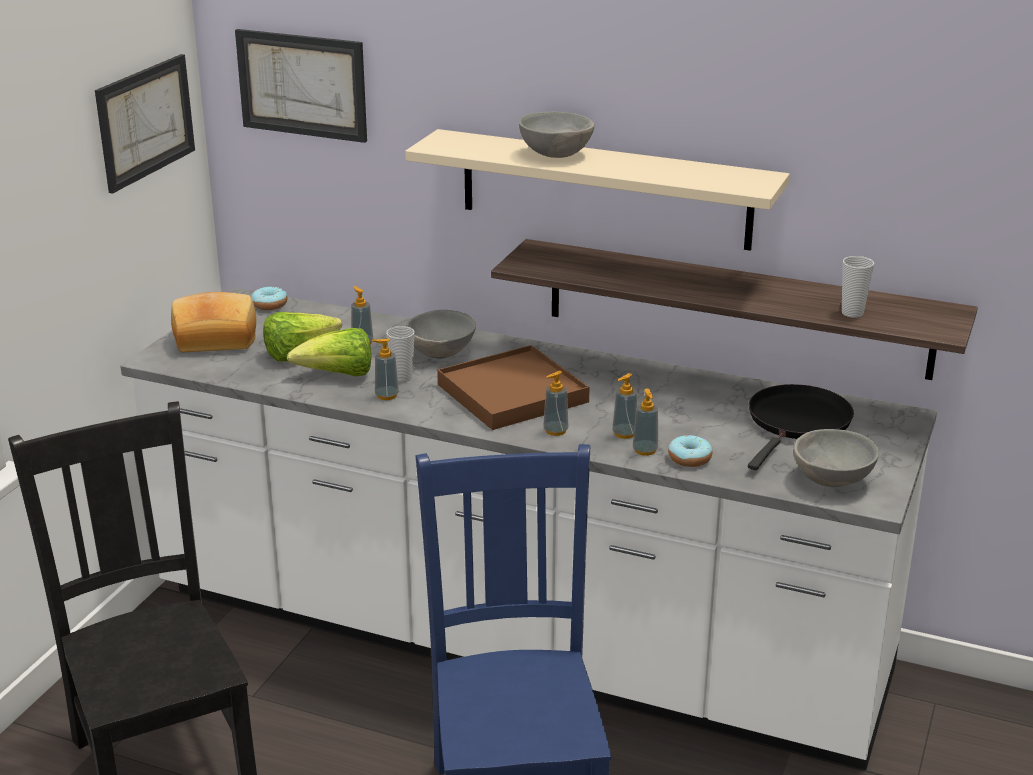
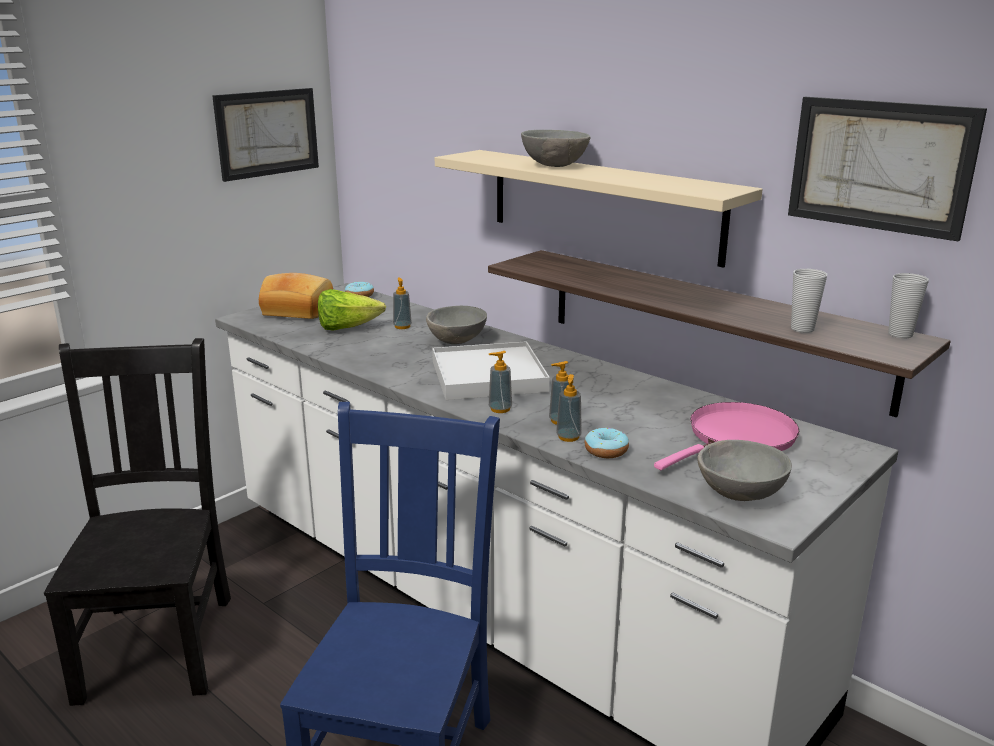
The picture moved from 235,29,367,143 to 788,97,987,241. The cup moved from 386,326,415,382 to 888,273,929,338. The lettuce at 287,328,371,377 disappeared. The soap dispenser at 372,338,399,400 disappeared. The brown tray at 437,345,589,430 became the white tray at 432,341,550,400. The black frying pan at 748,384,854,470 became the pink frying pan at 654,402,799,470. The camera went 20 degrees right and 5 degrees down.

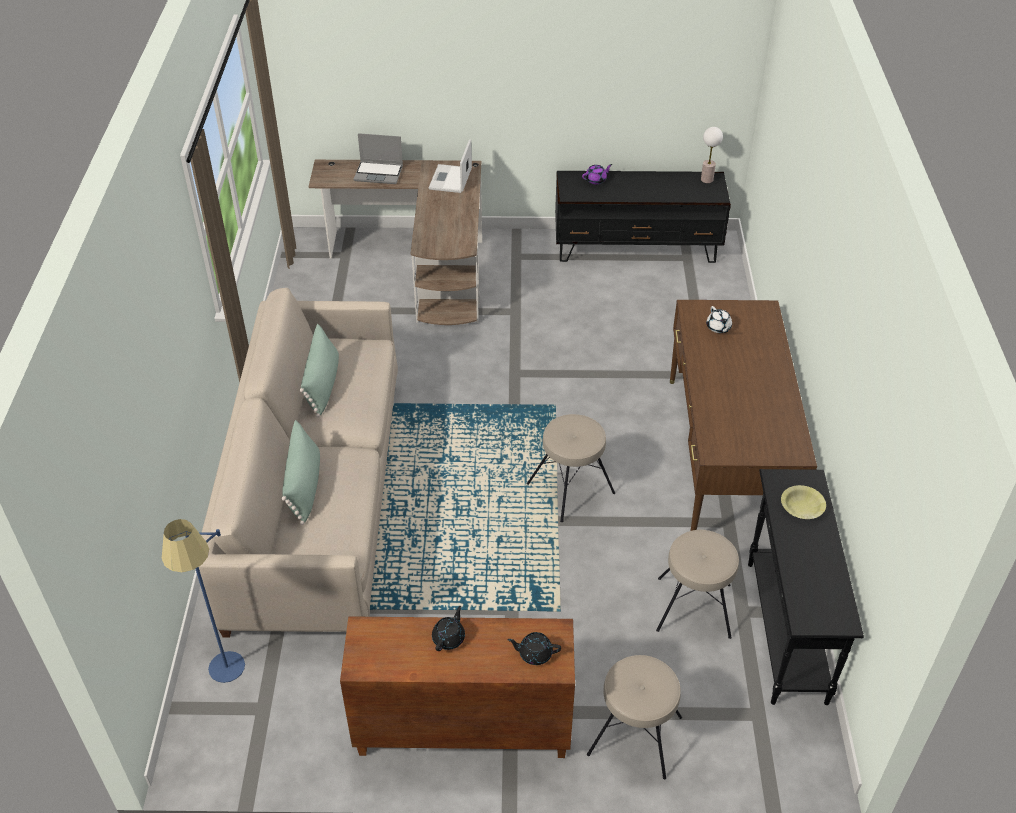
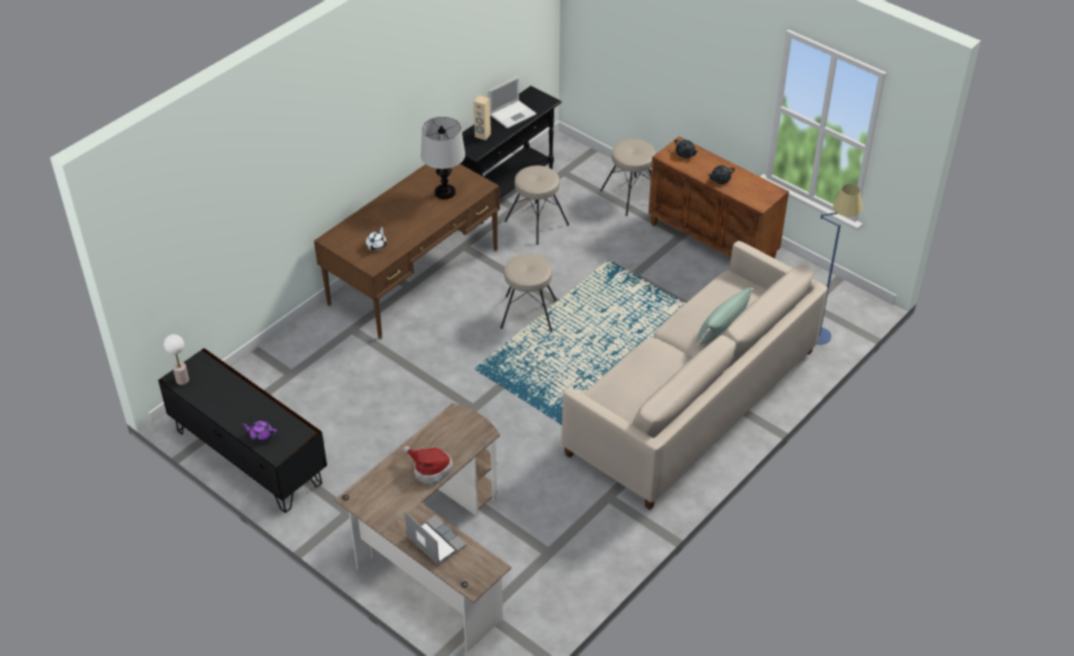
The laptop moved from 429,139,472,193 to 489,77,537,129. The green pillow at 300,324,339,417 disappeared. The yellow bowl at 781,485,826,519 was replaced by the beige speaker at 474,95,491,140. The table lamp at 421,117,465,199 appeared. The hat at 402,446,453,486 appeared. The camera went 140 degrees left and 0 degrees up.

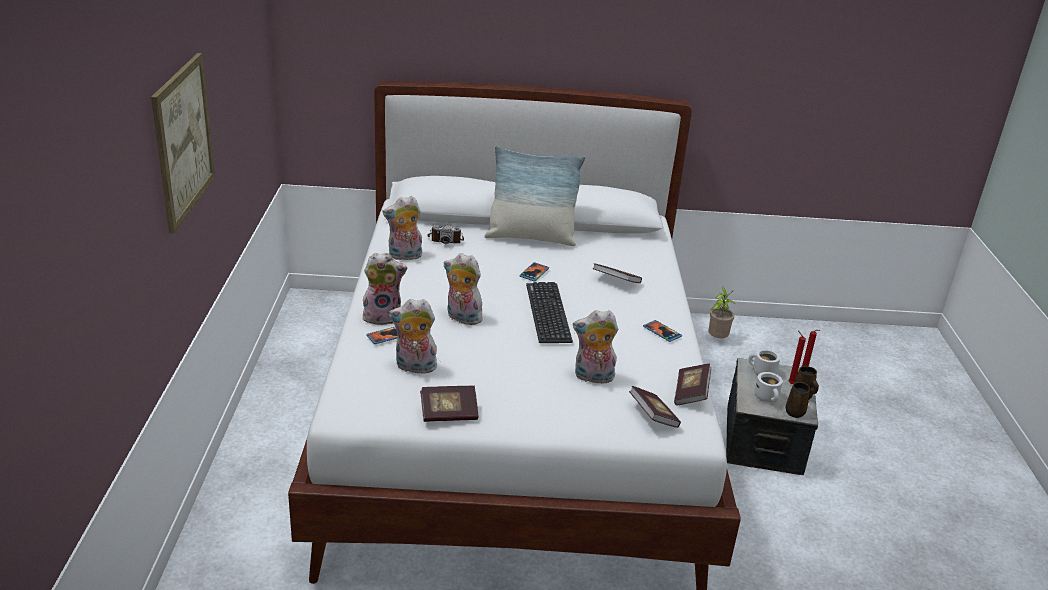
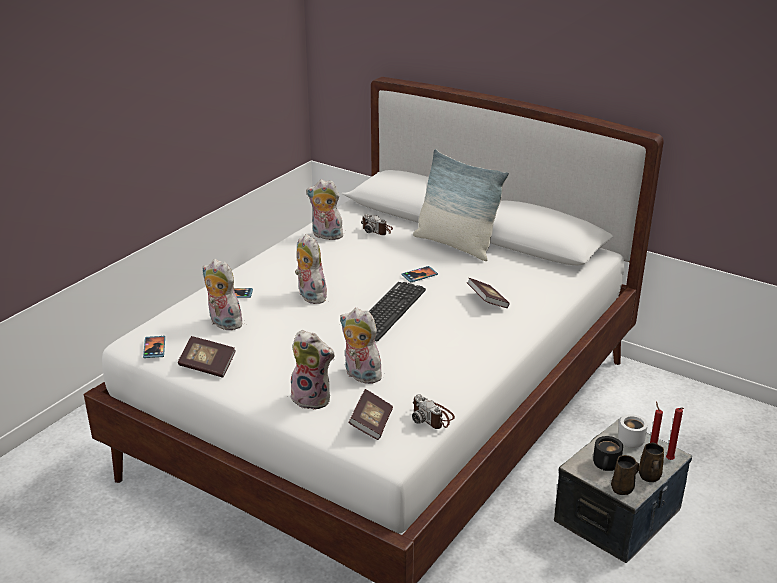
The picture at 151,53,215,234 disappeared. The plush toy moved from 363,253,407,325 to 291,330,334,410. The potted plant at 708,286,736,338 disappeared. The phone moved from 643,320,682,342 to 143,336,165,358. The book at 674,363,711,405 was replaced by the photo camera at 412,394,455,429. The white mug at 755,372,783,402 became the black mug at 593,436,623,471. The camera went 35 degrees right and 0 degrees up.

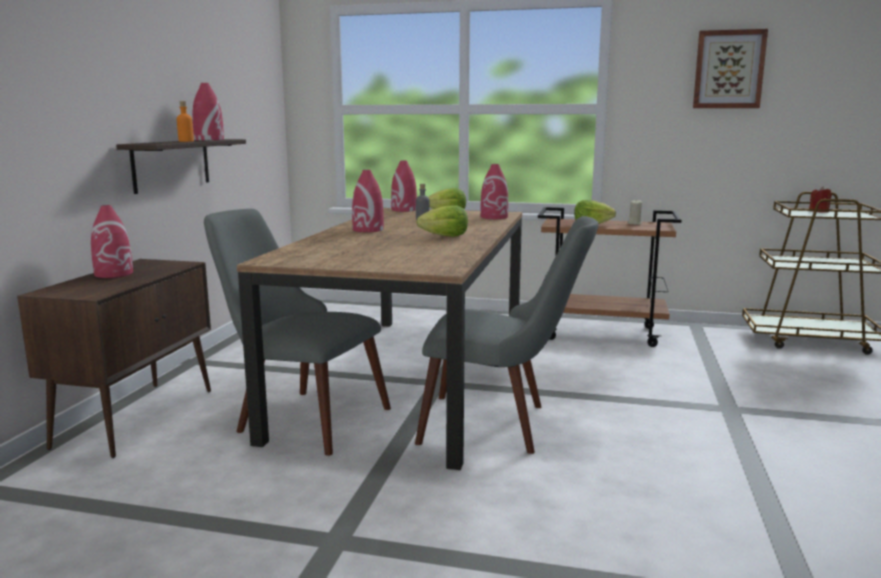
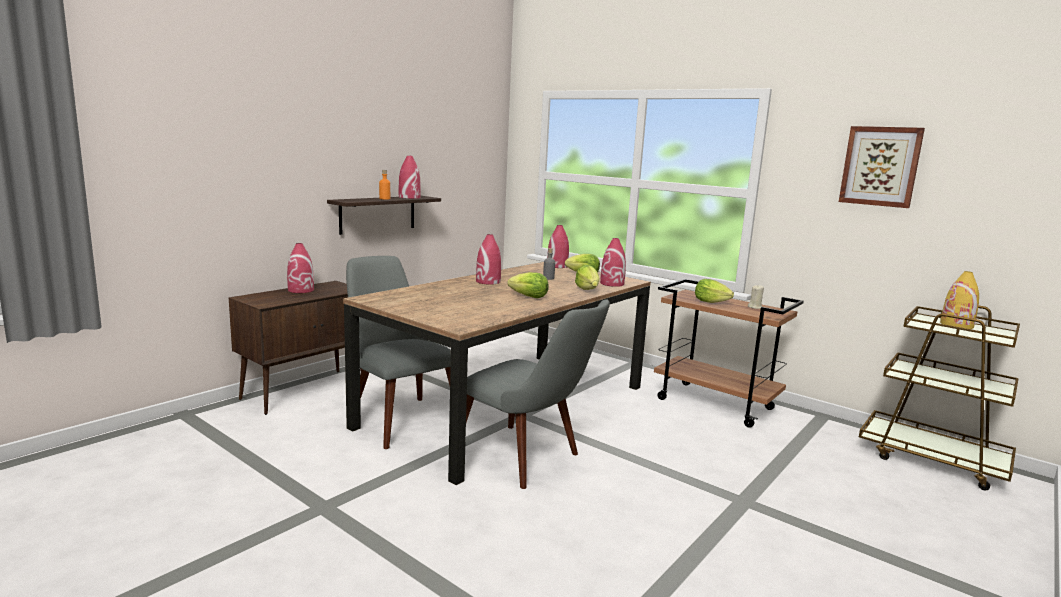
The red candle at 809,186,832,213 was replaced by the yellow vase at 940,271,979,329. The lettuce at 575,265,600,290 appeared. The camera went 25 degrees right and 0 degrees up.

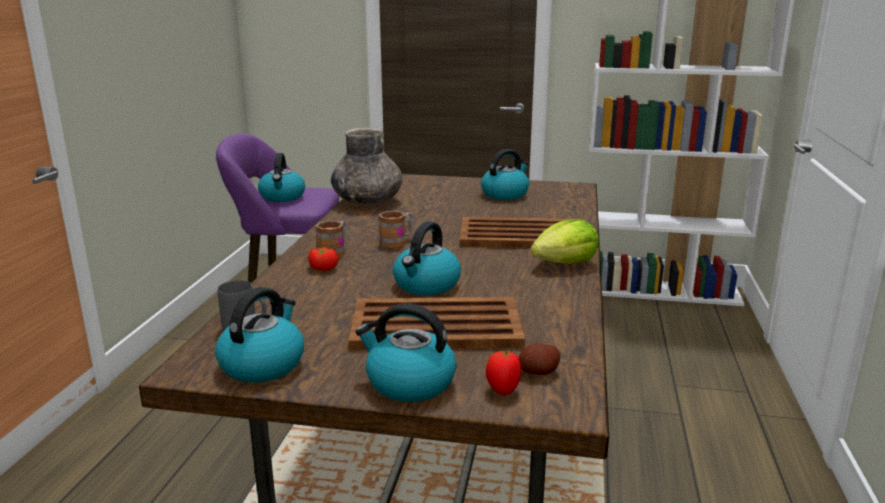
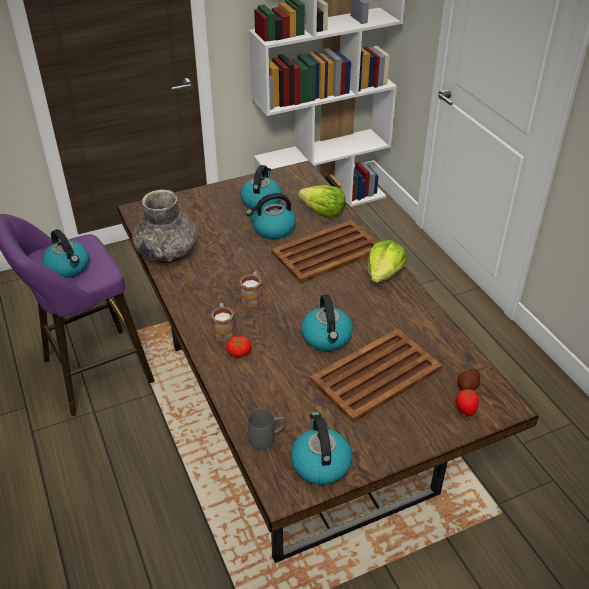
The kettle moved from 355,303,456,402 to 246,193,296,239. The lettuce at 298,185,346,218 appeared. The camera went 35 degrees left and 20 degrees up.

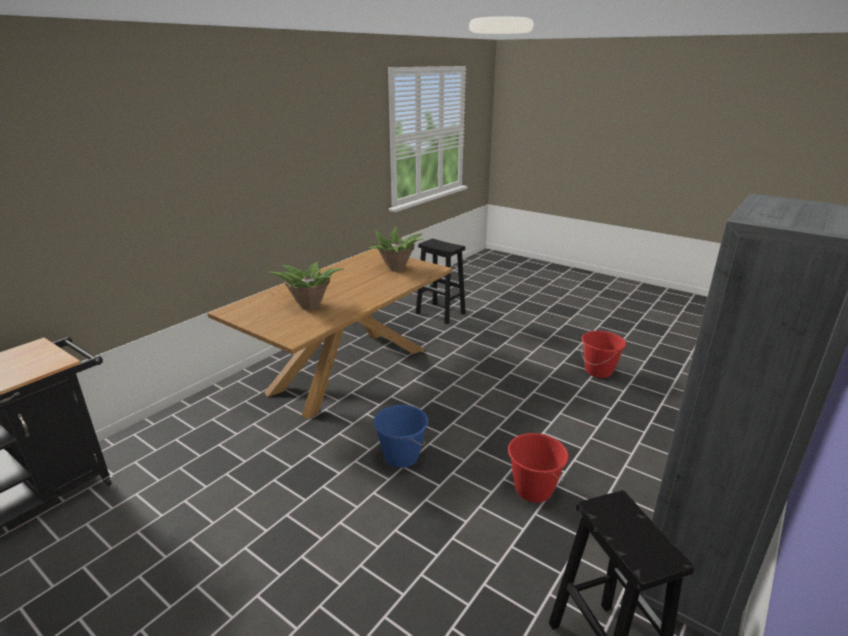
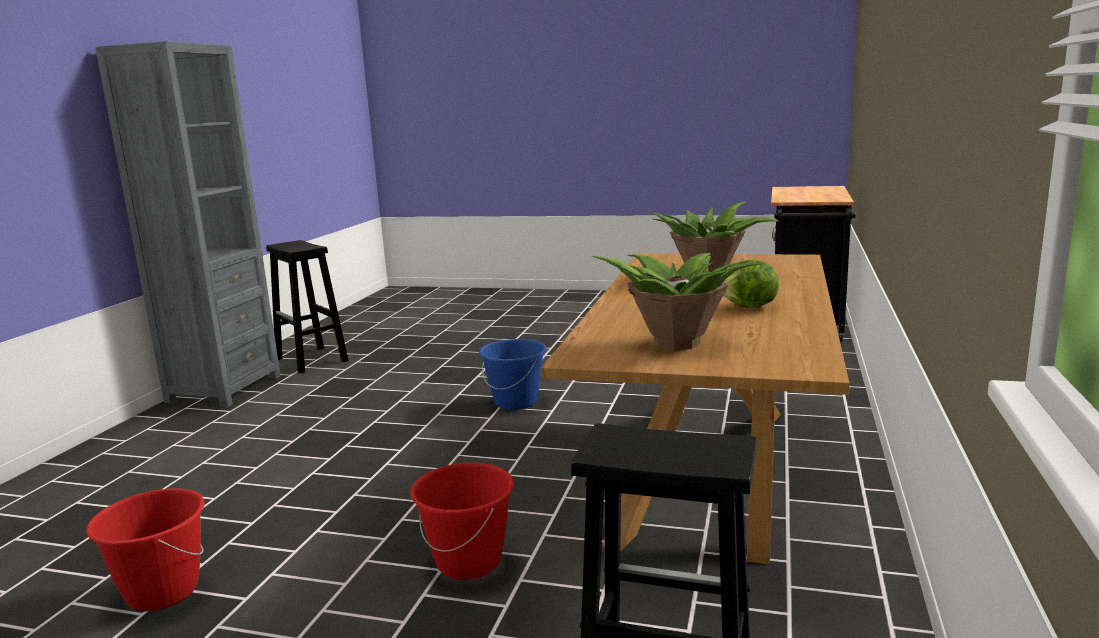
The red bucket moved from 508,433,569,503 to 410,463,514,580. The lettuce at 723,260,779,308 appeared. The camera went 160 degrees right and 10 degrees down.

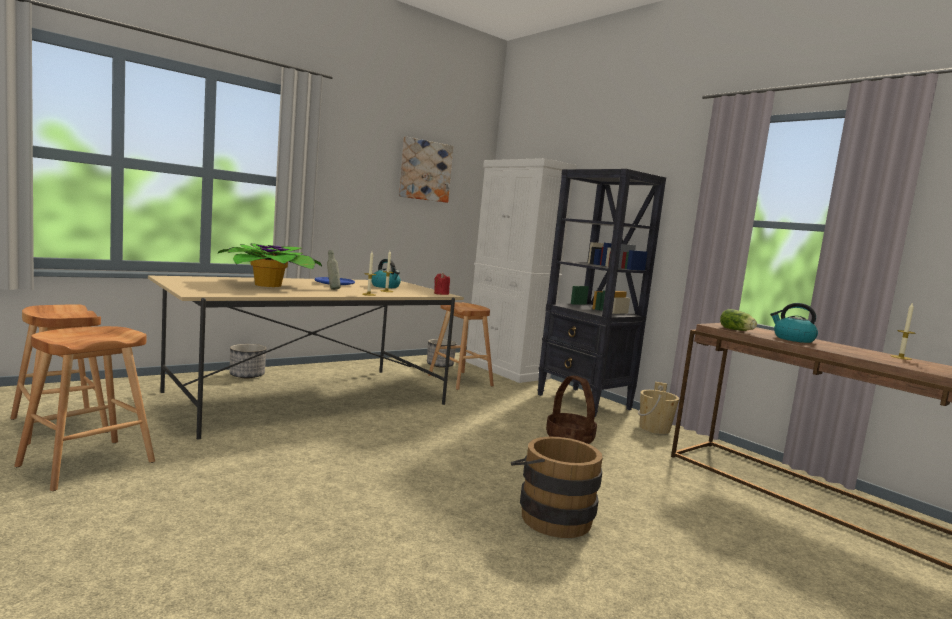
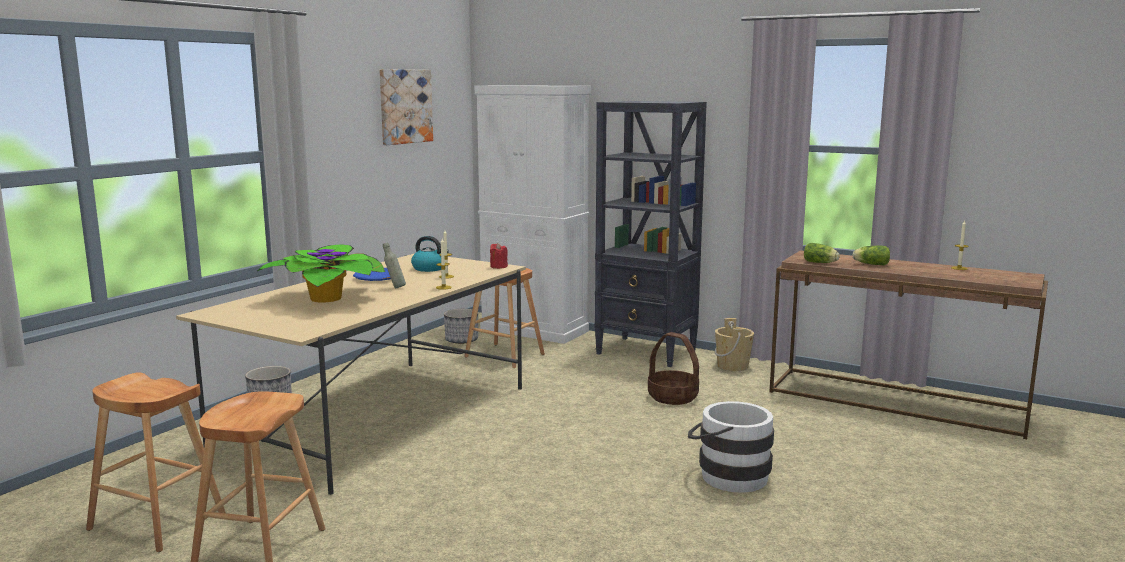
The kettle at 770,303,818,343 was replaced by the lettuce at 852,246,890,265. The brown bucket at 511,437,603,538 became the white bucket at 688,401,774,493. The camera went 20 degrees left and 5 degrees up.

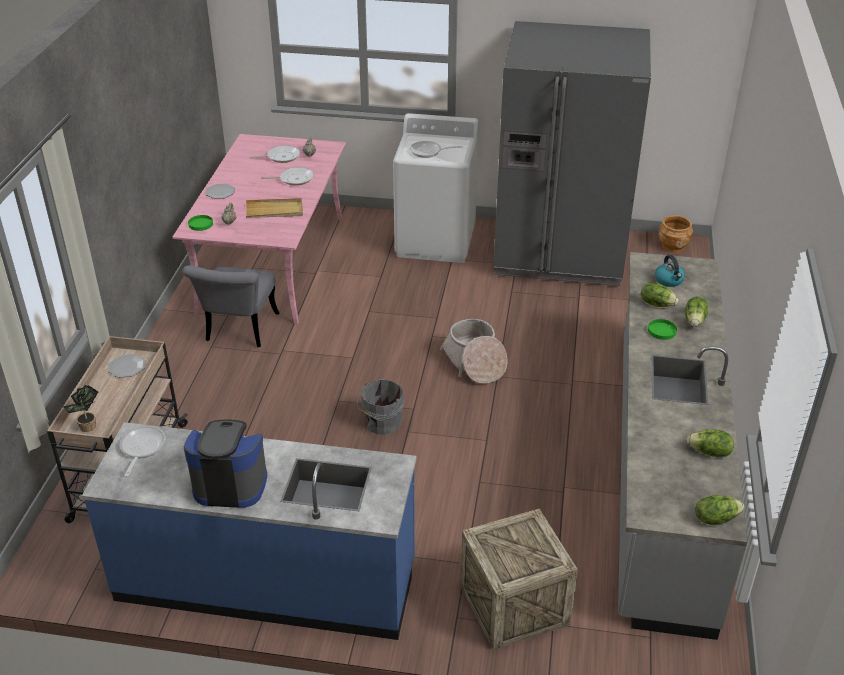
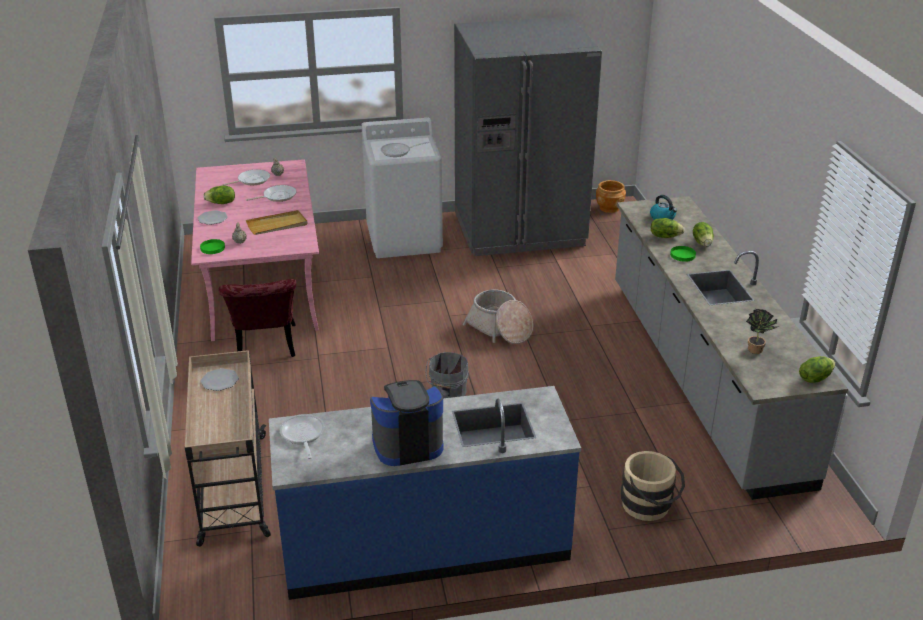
The grey chair at 183,265,279,347 became the red chair at 219,279,296,357. The potted plant moved from 62,385,98,432 to 746,309,777,354. The lettuce moved from 687,429,734,457 to 203,186,235,204. The crate at 460,508,578,650 was replaced by the beige bucket at 621,451,685,521. The camera went 20 degrees left and 5 degrees down.

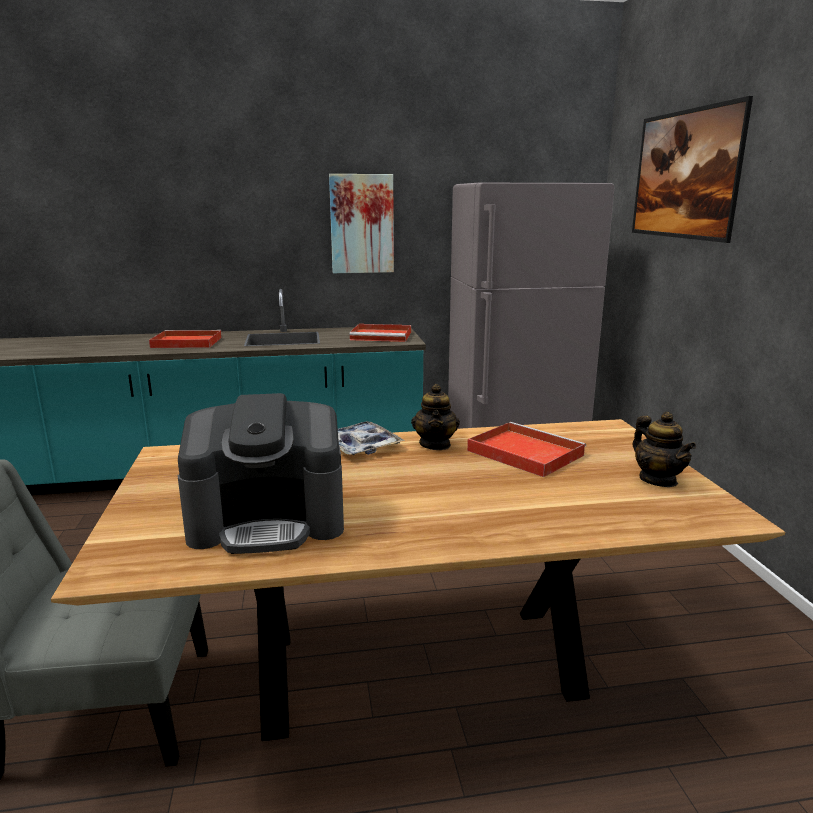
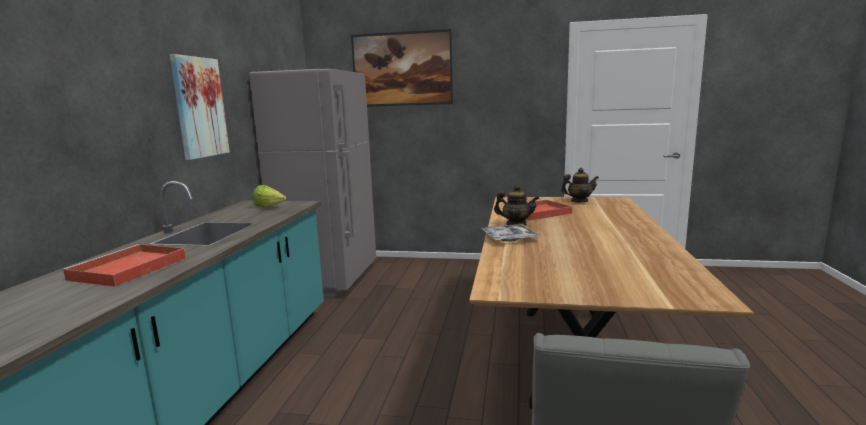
The red tray at 350,324,411,342 was replaced by the lettuce at 253,185,286,207. The coffee machine at 178,393,344,554 disappeared. The camera went 70 degrees left and 5 degrees down.

